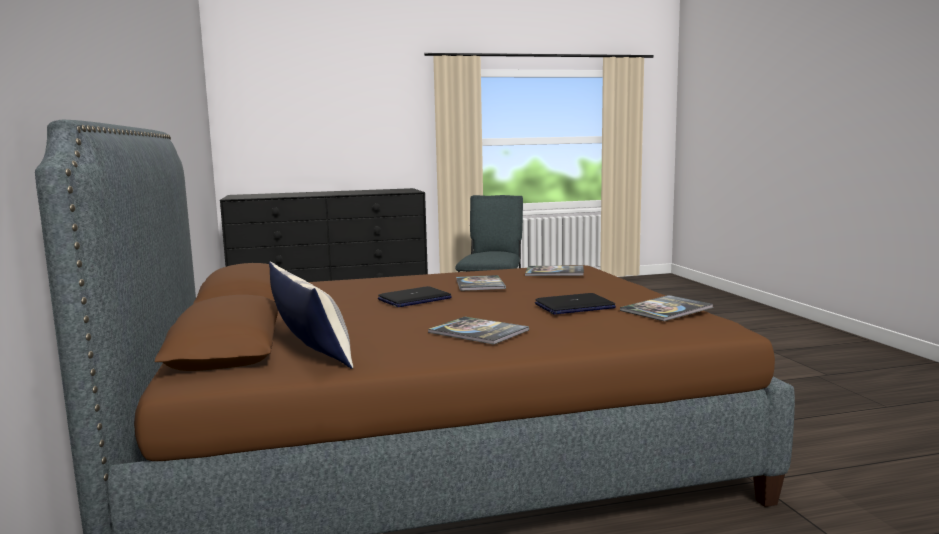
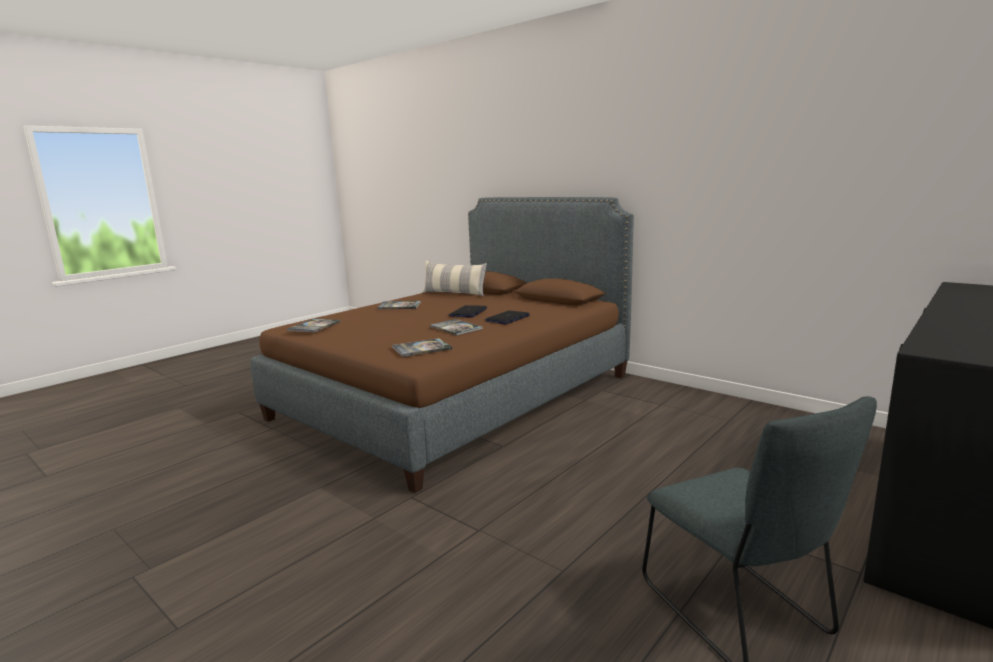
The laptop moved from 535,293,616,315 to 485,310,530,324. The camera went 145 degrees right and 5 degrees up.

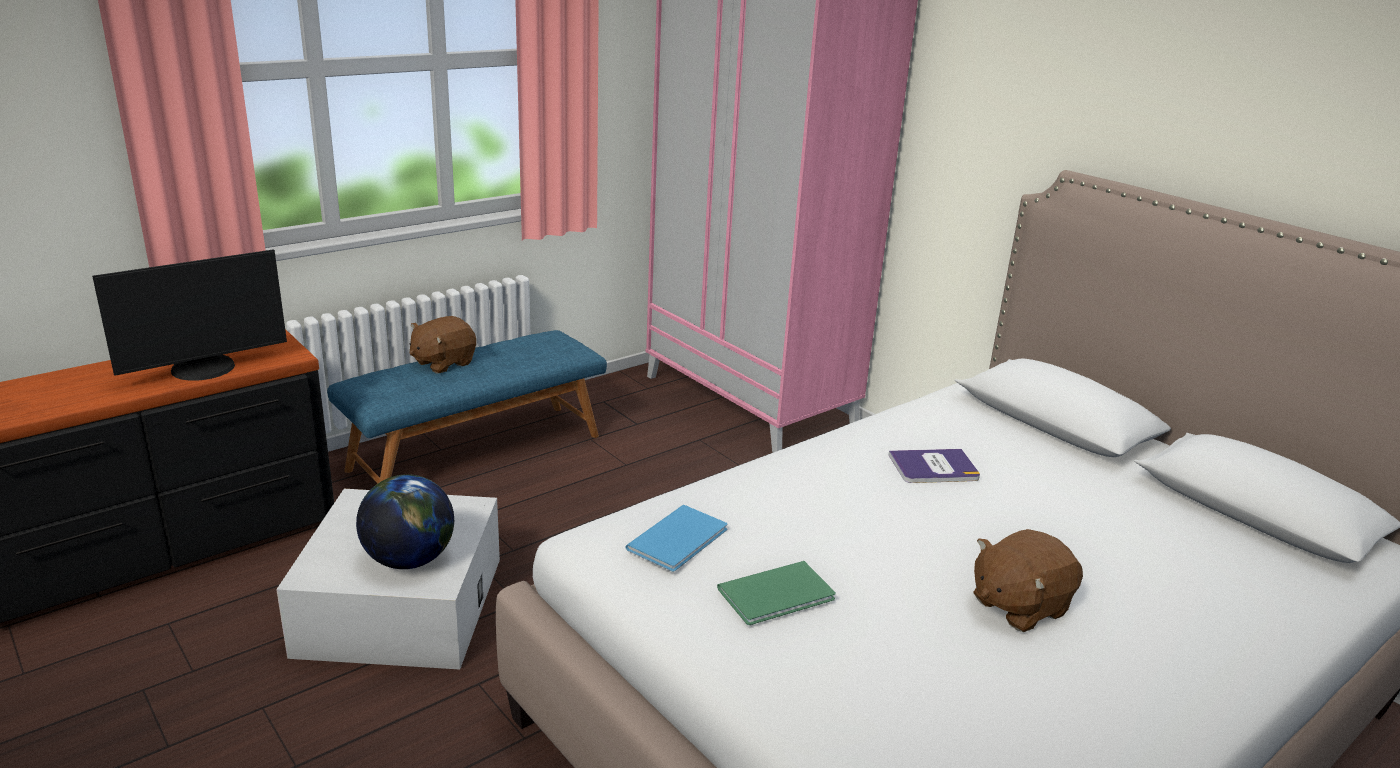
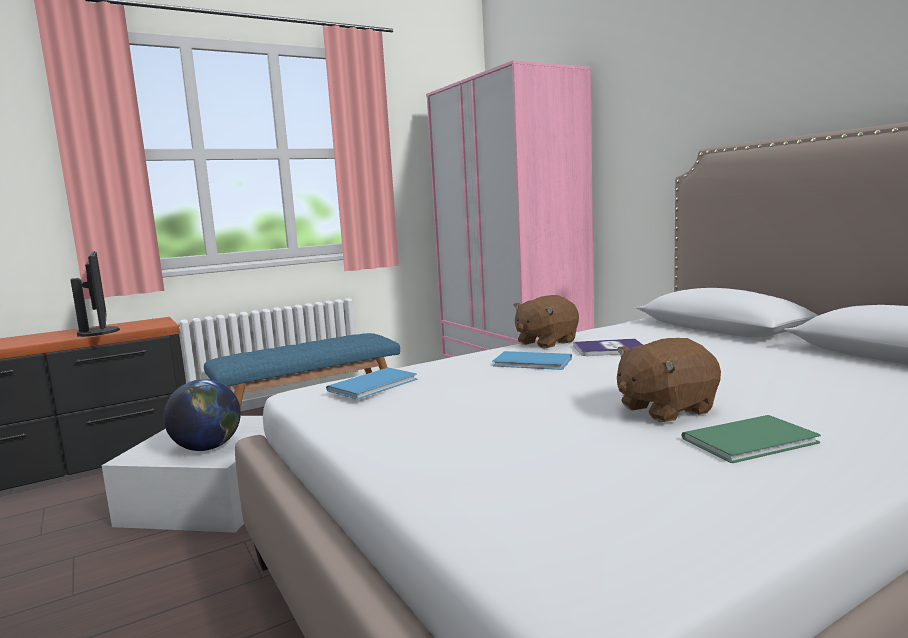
The monitor at 92,249,287,381 turned 90 degrees counterclockwise. The brown plush toy moved from 410,316,476,373 to 513,295,579,349. The green book moved from 717,561,836,625 to 682,415,821,463. The blue book at 492,351,572,370 appeared. The camera went 10 degrees right and 15 degrees down.

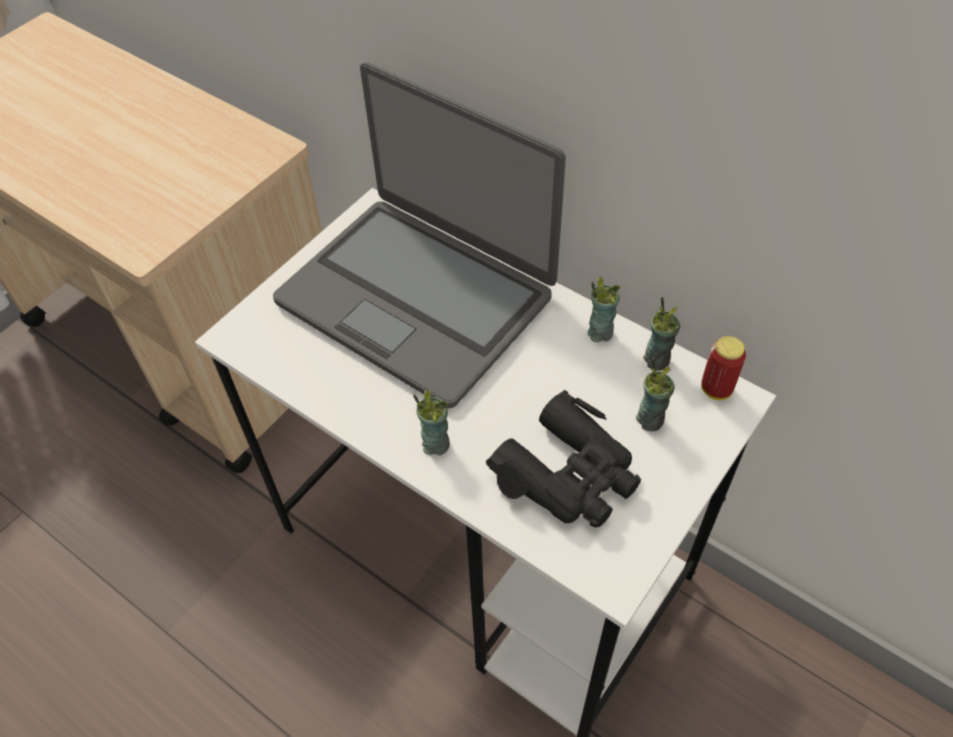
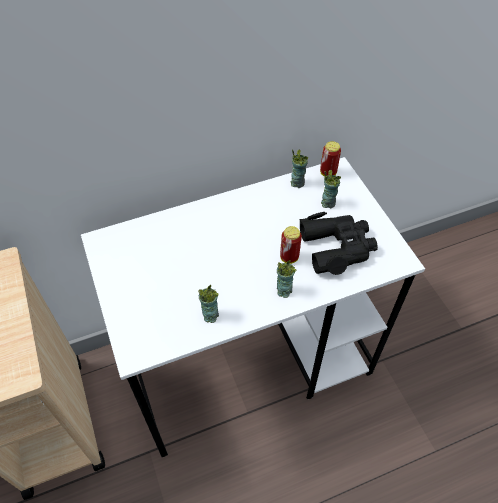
The laptop at 273,62,566,408 disappeared. The cup moved from 588,277,620,342 to 198,285,219,323. The can at 280,226,302,264 appeared. The camera went 60 degrees left and 0 degrees up.

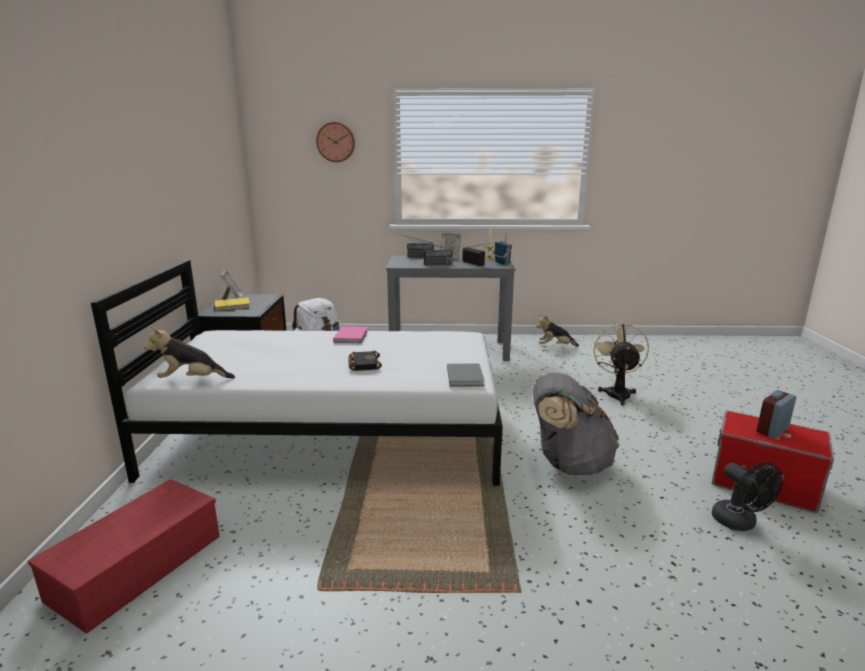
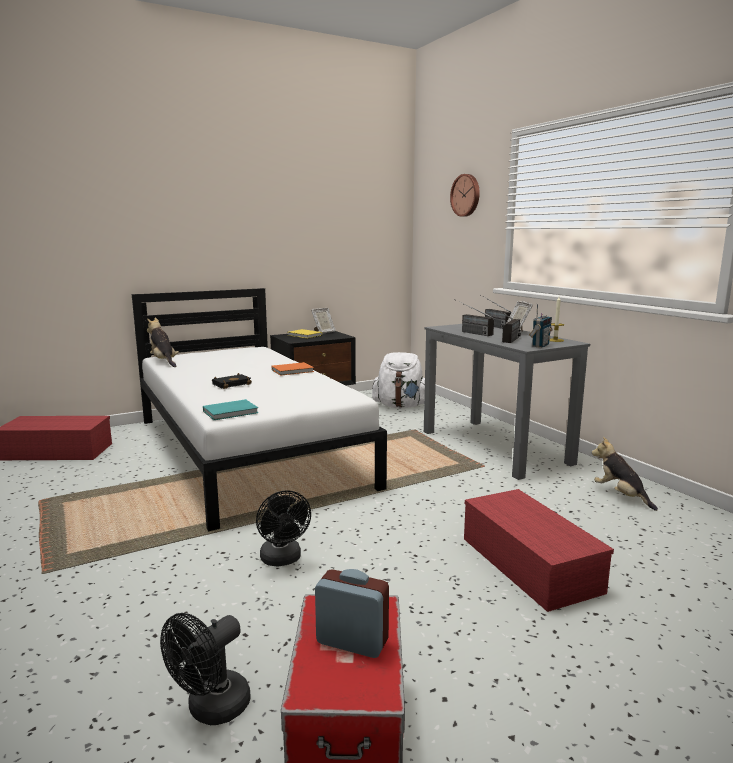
The beige fan at 593,322,649,406 was replaced by the red storage box at 464,489,614,612. The pink book at 333,326,368,343 became the orange book at 272,362,314,376. The grey book at 447,363,484,387 became the turquoise book at 203,399,259,420. The grey backpack at 532,373,620,475 was replaced by the black fan at 256,490,311,567. The camera went 60 degrees right and 5 degrees down.

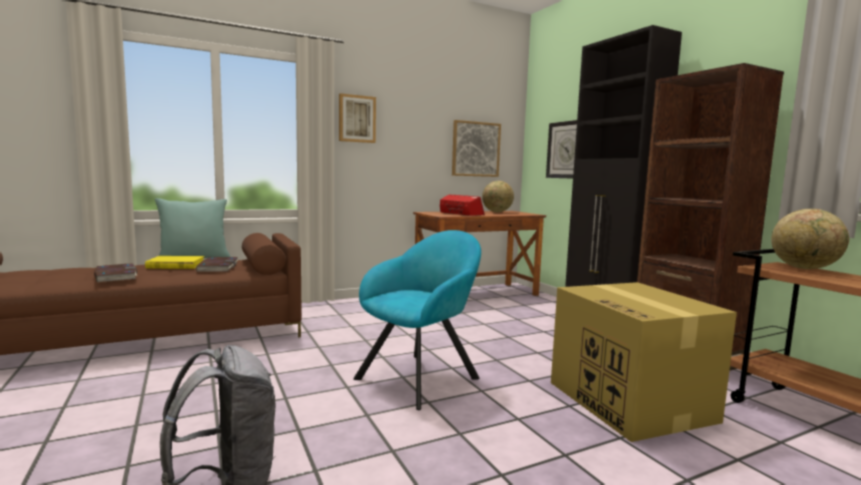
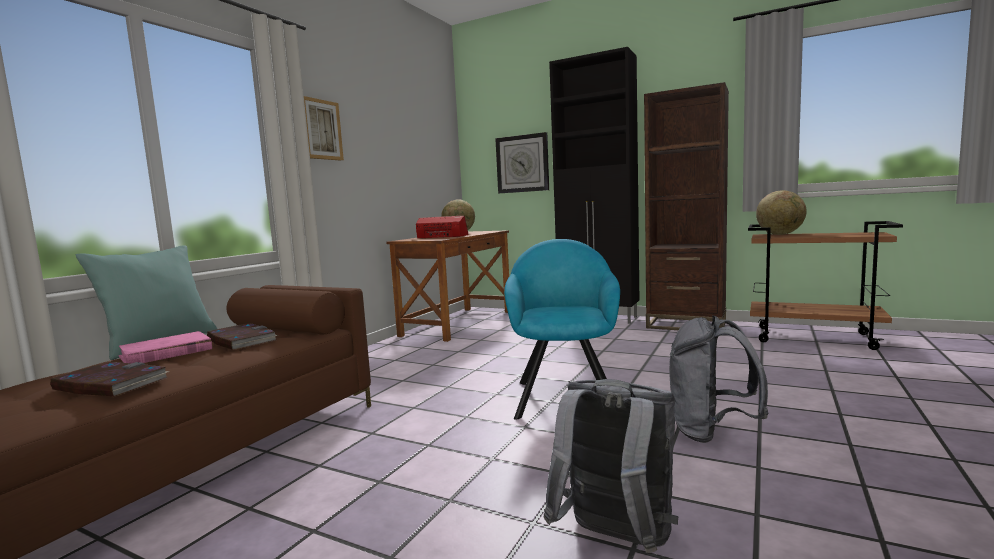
The picture at 452,120,501,177 disappeared. The yellow book at 145,256,205,269 became the pink book at 118,331,212,363. The cardboard box at 551,282,737,442 disappeared. The grey backpack at 669,316,768,443 appeared. The camera went 35 degrees left and 0 degrees up.

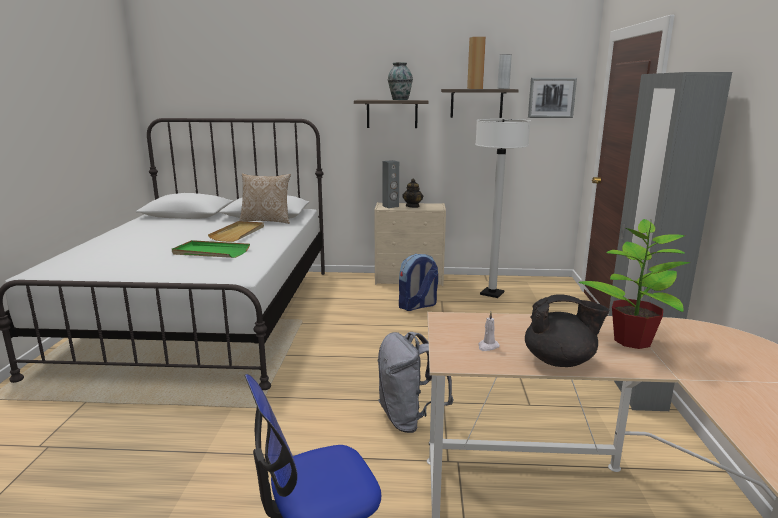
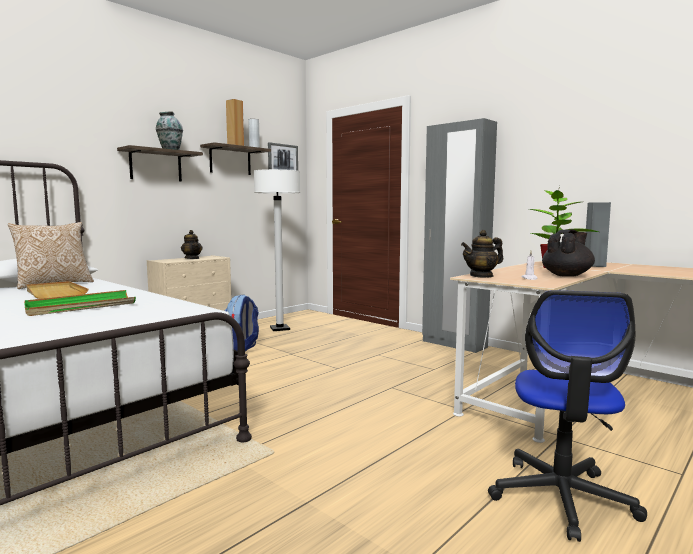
The grey speaker moved from 382,160,399,208 to 585,202,611,267. The grey backpack at 378,332,453,433 disappeared. The teapot at 461,230,503,278 appeared. The camera went 50 degrees left and 10 degrees down.

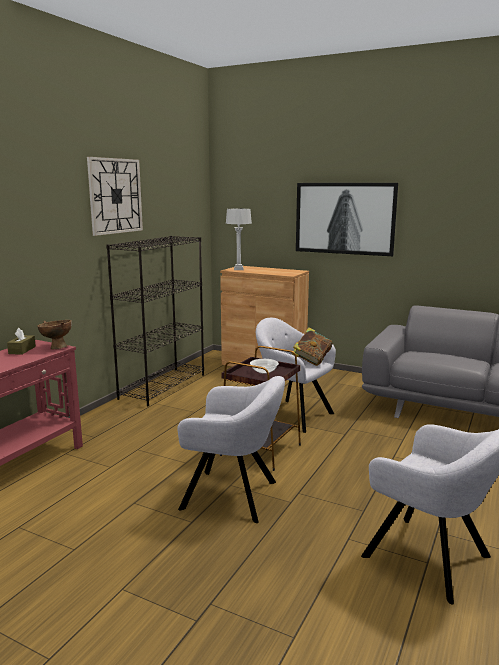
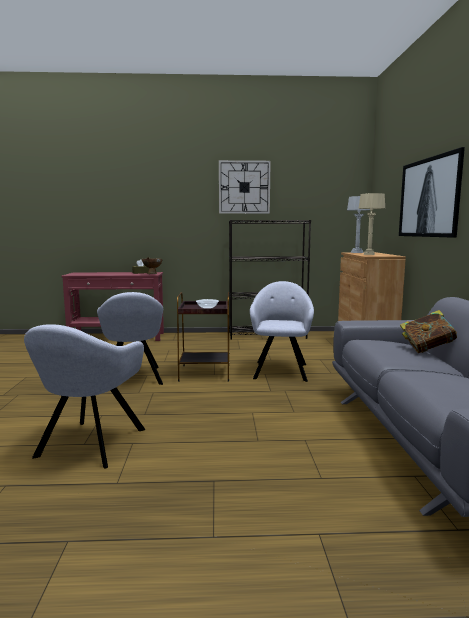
The book moved from 291,328,333,366 to 400,310,457,353. The beige table lamp at 359,193,385,255 appeared. The camera went 60 degrees right and 5 degrees down.

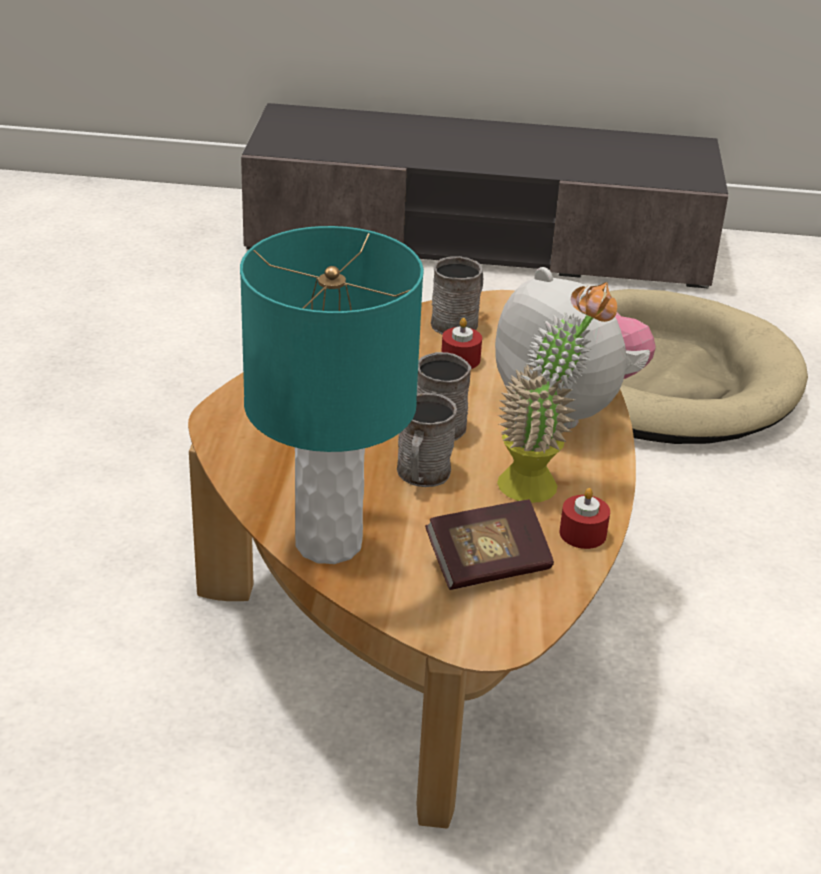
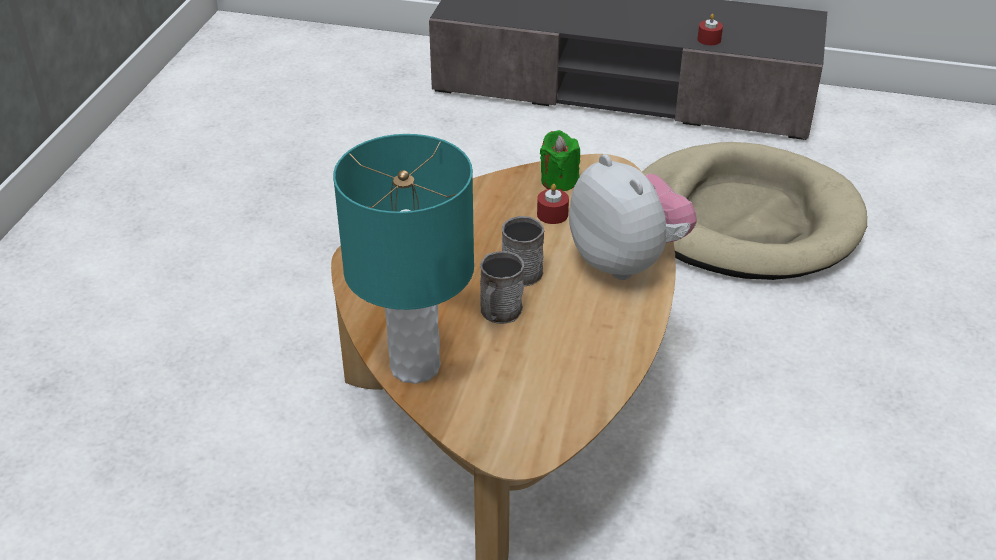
The grey mug at 431,256,483,335 was replaced by the green candle at 540,130,580,191. The potted plant at 497,282,617,503 disappeared. The red candle moved from 560,488,610,549 to 698,14,723,45. The book at 425,499,554,590 disappeared. The camera went 10 degrees right and 5 degrees up.

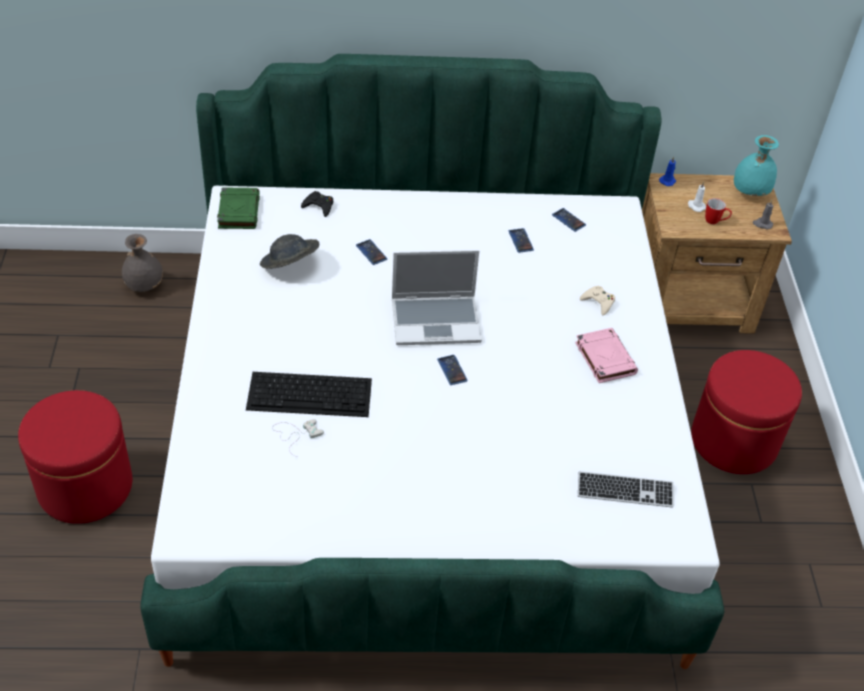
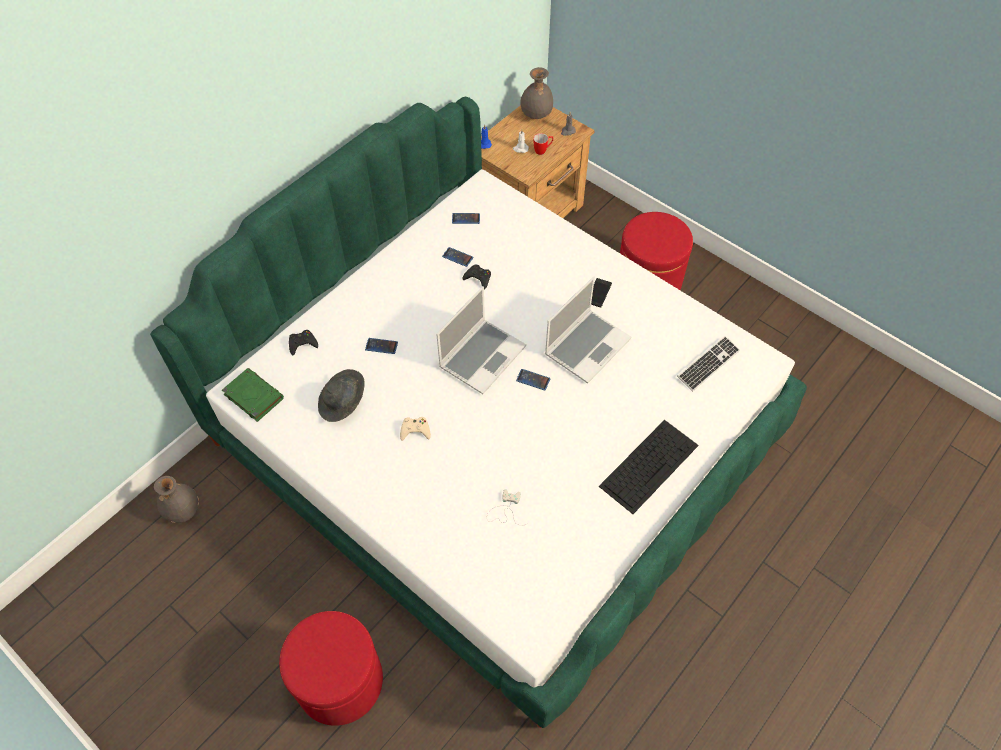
The turquoise vase at 734,135,779,196 became the grey vase at 520,67,553,119. The beige game controller moved from 580,286,615,315 to 400,417,431,441. The pink book at 575,328,638,383 was replaced by the phone at 591,278,612,307. The keyboard moved from 246,372,372,417 to 599,420,699,514. The black game controller at 463,264,491,289 appeared. The laptop at 545,276,631,384 appeared. The camera went 45 degrees left and 10 degrees up.

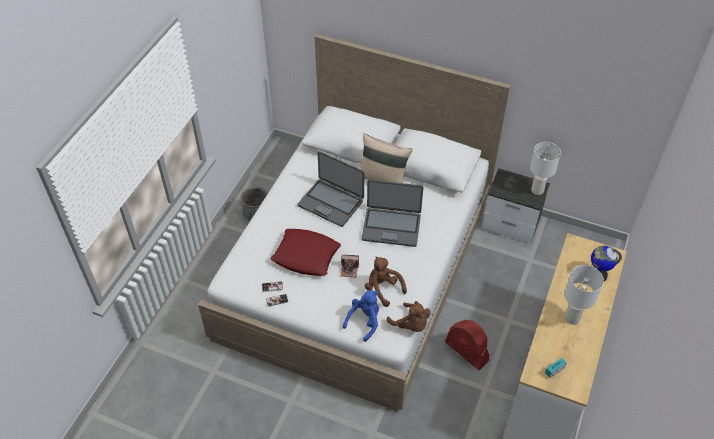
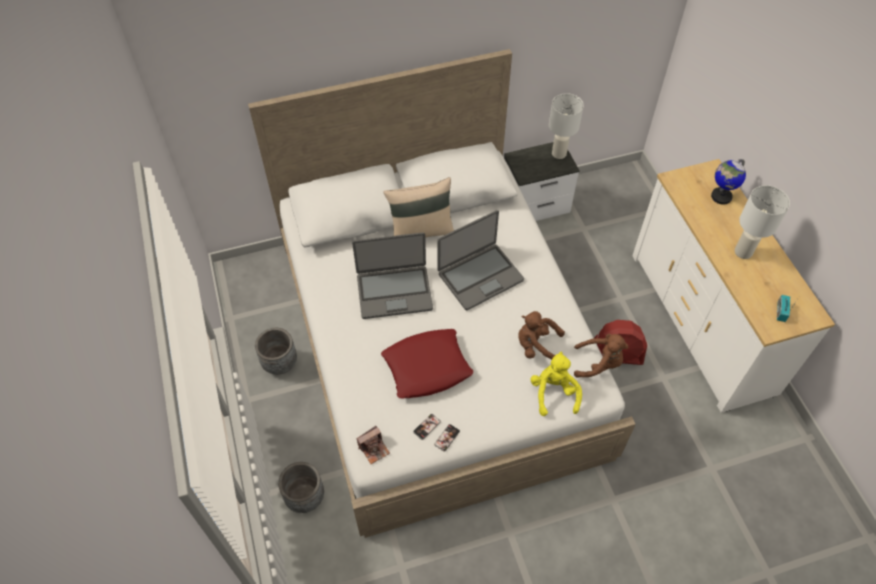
The photo camera moved from 341,255,359,278 to 357,426,390,464. The blue plush toy at 343,290,379,342 became the yellow plush toy at 530,352,582,416. The grey planter at 278,462,324,513 appeared. The camera went 40 degrees left and 5 degrees up.

